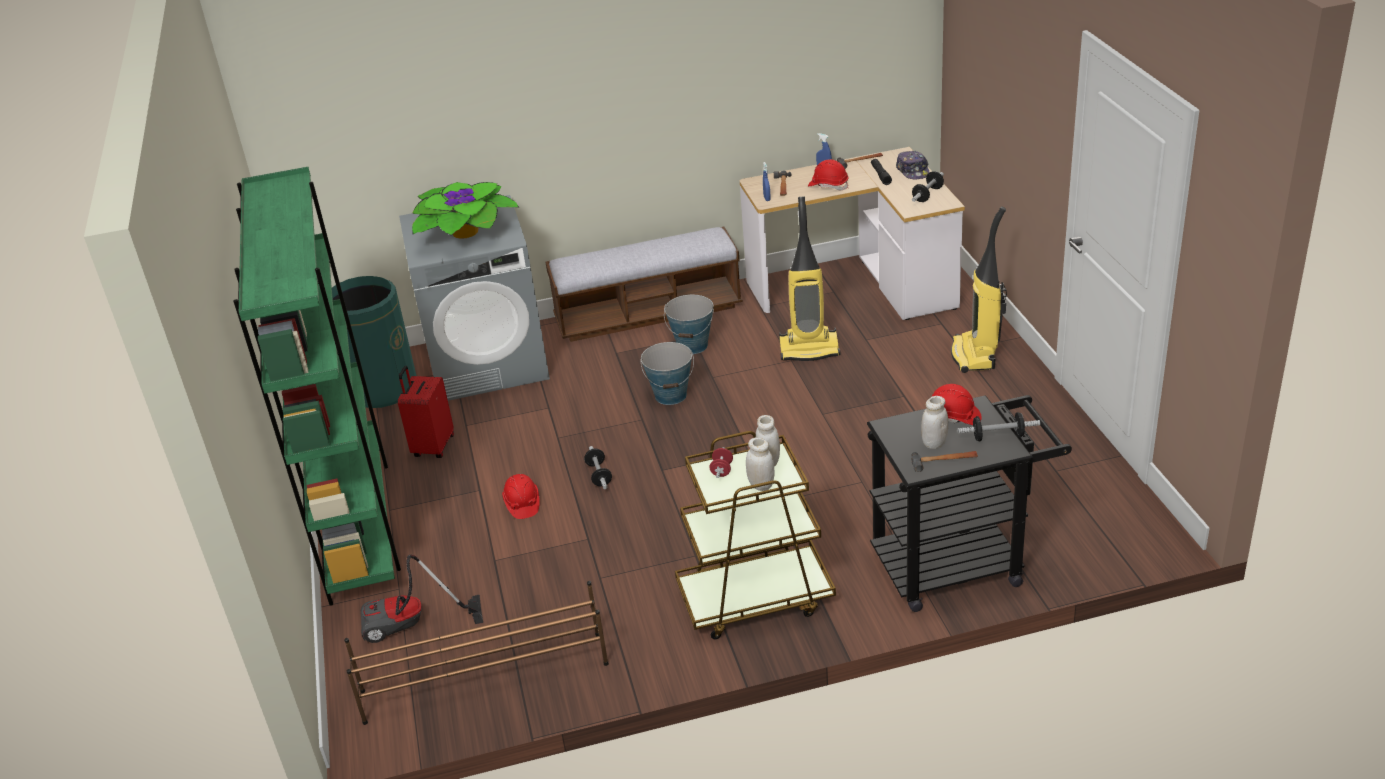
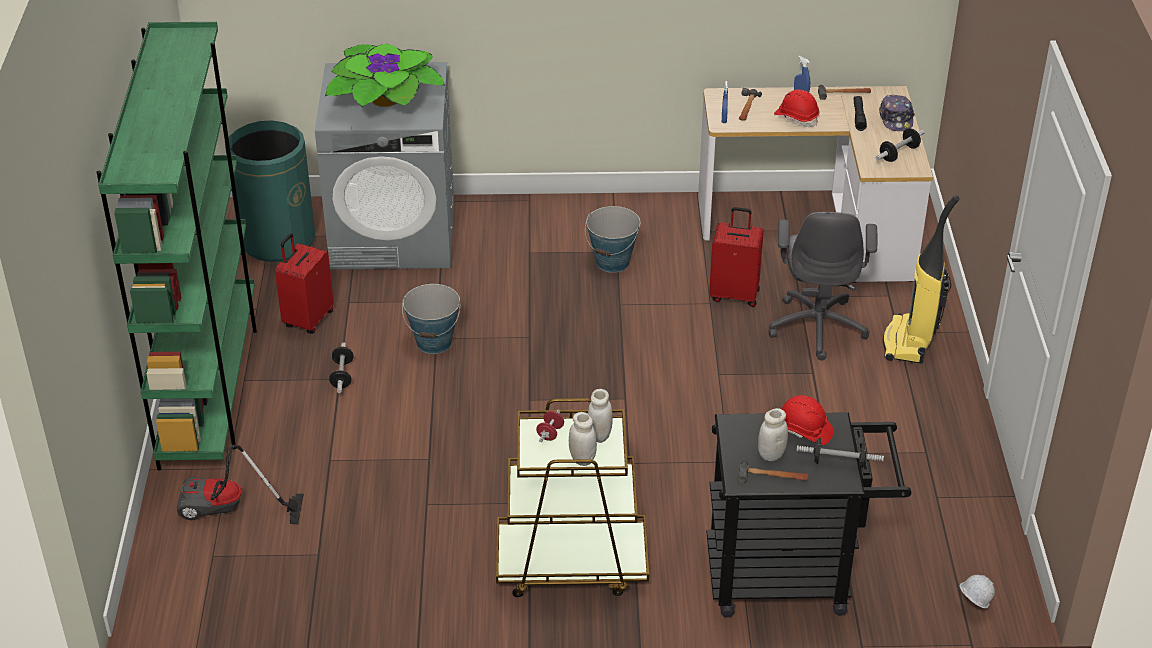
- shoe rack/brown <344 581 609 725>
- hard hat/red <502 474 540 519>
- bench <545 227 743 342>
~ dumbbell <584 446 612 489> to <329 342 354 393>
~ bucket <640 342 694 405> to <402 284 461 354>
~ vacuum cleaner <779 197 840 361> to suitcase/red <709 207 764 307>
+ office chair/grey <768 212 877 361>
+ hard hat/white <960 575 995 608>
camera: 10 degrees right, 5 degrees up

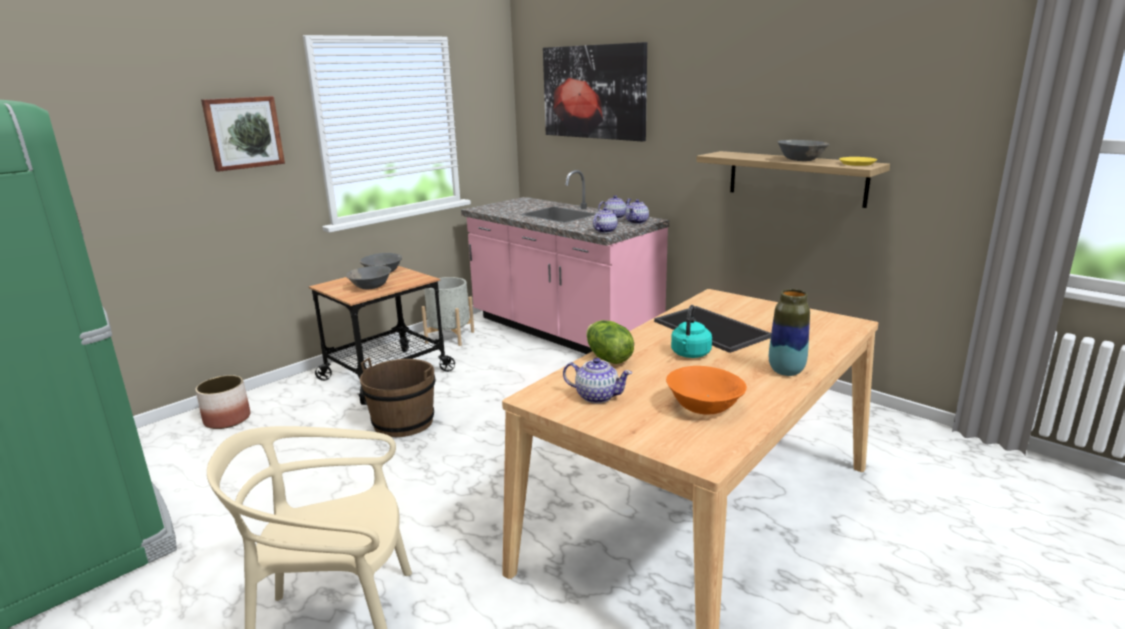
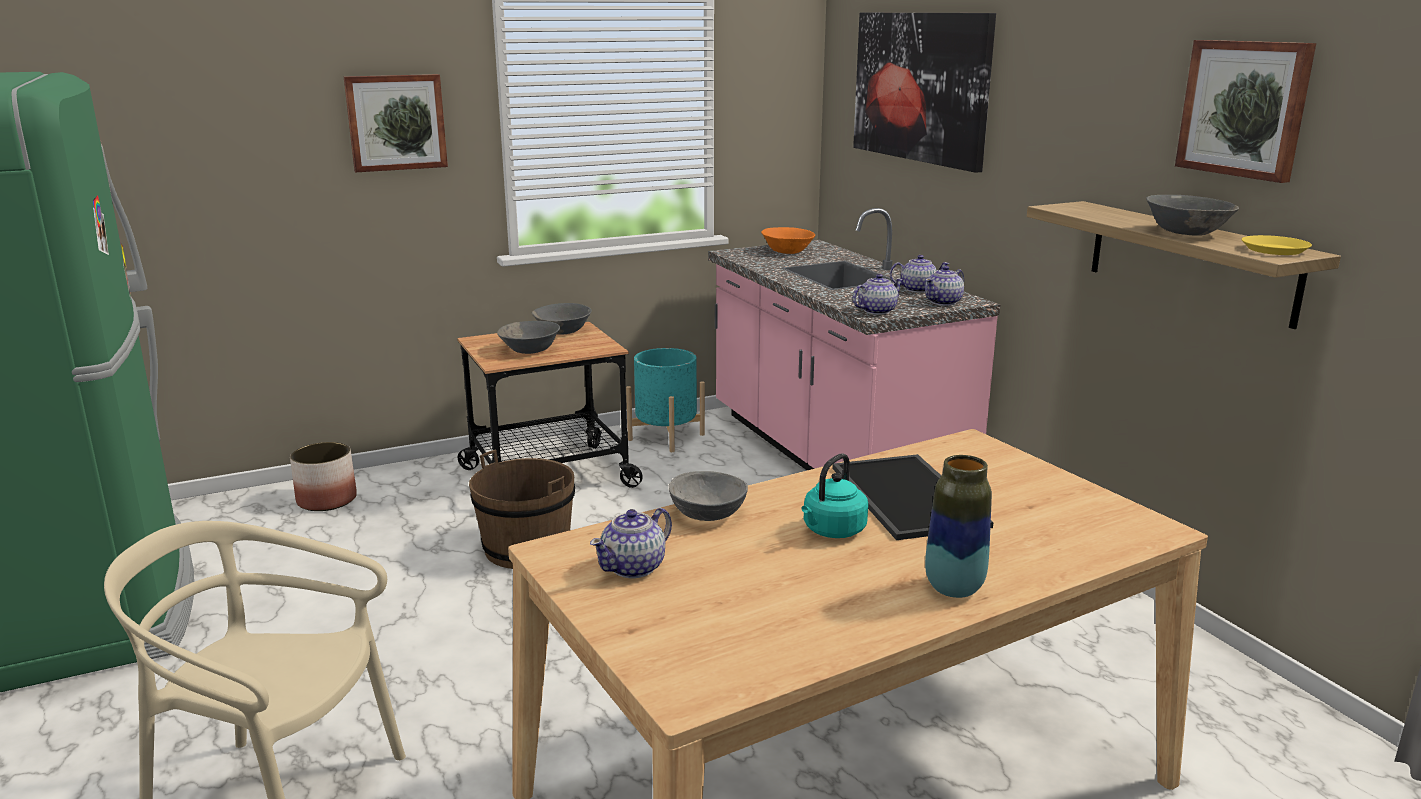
~ planter/grey <421 277 474 346> to planter/turquoise <626 348 705 452>
~ teapot <563 358 632 404> = <590 508 672 578> 90 degrees clockwise
~ lettuce <586 320 634 364> to bowl/grey <669 471 748 521>
~ bowl/orange <666 366 747 415> to <761 227 815 254>
+ picture <1175 40 1316 183>
camera: 20 degrees right, 0 degrees up

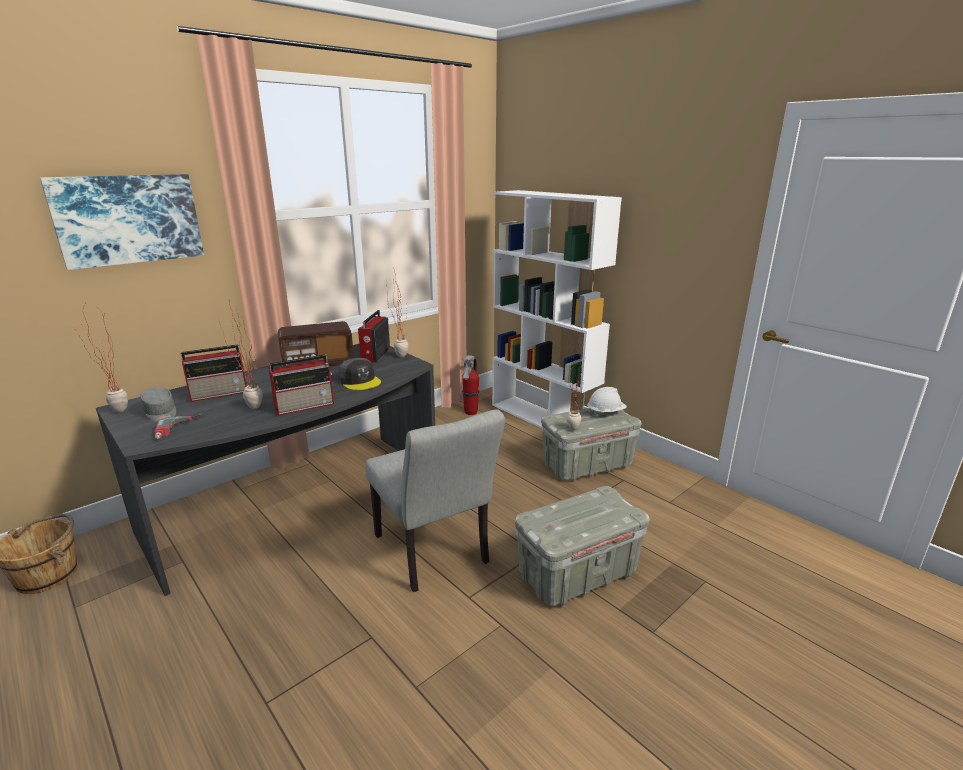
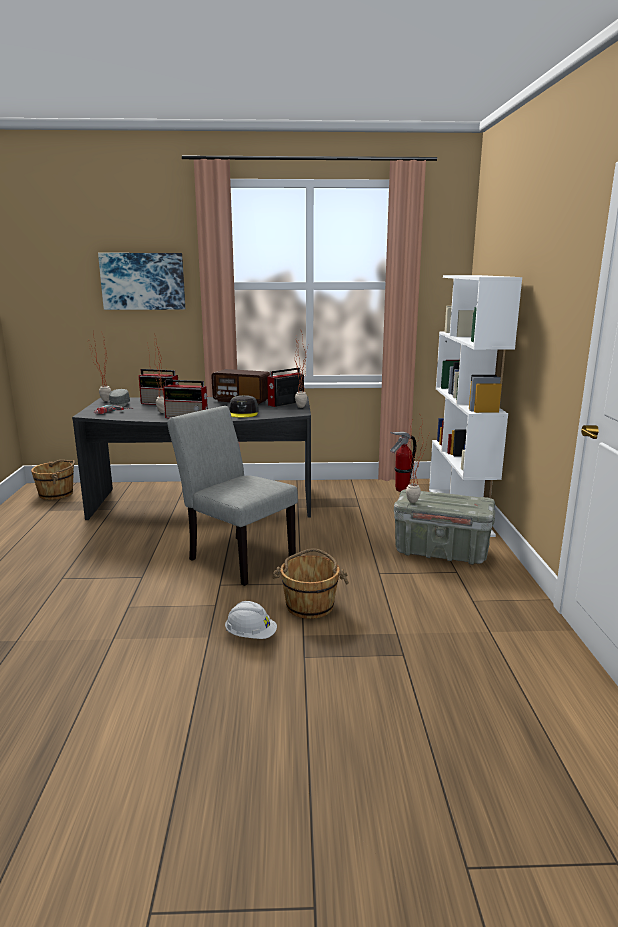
~ chair/grey <365 409 505 592> = <167 406 298 586> 120 degrees clockwise
~ storage box/grey <515 486 649 606> to bucket/brown <273 548 349 619>
~ hard hat/white <587 387 627 416> to <225 601 277 639>
camera: 40 degrees right, 5 degrees down

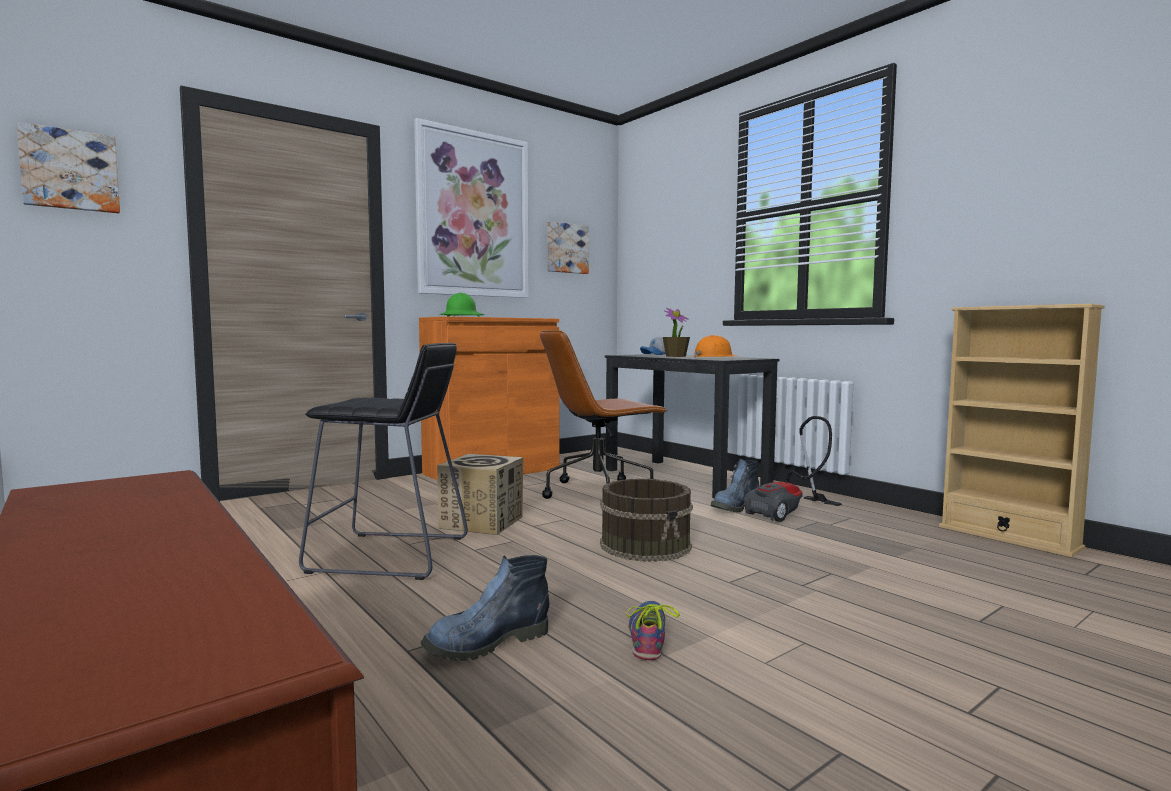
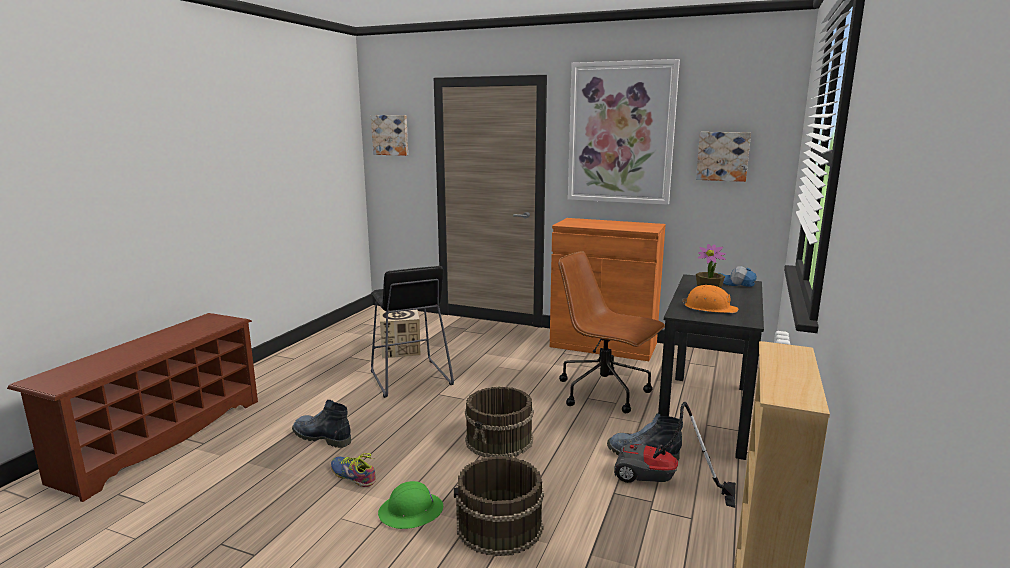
~ cardboard box <437 454 523 535> to <380 309 420 358>
~ hard hat/green <438 293 484 317> to <378 481 443 529>
~ shoe <626 601 680 660> = <331 453 376 487> 120 degrees counterclockwise
+ bucket/brown <454 456 544 556>
camera: 60 degrees right, 10 degrees up

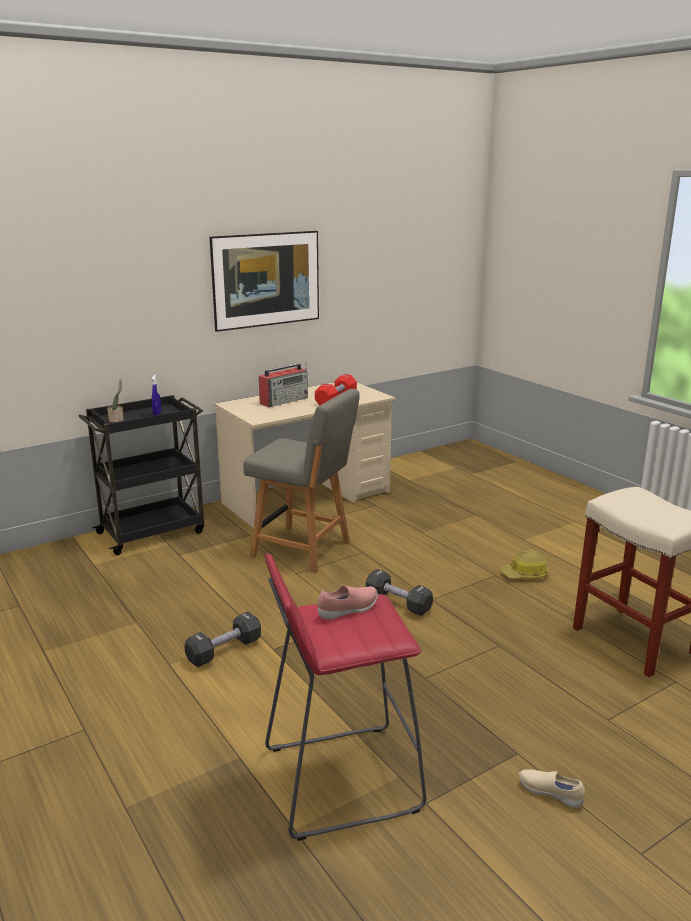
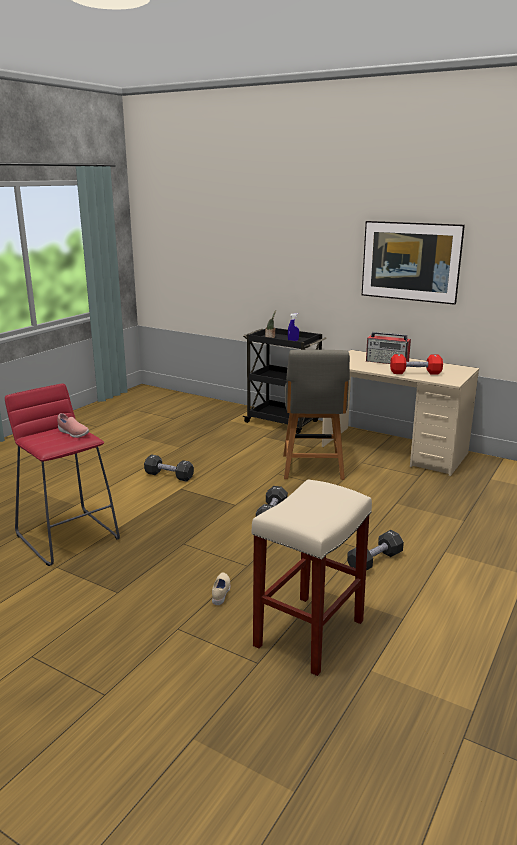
~ hard hat <500 549 548 579> to dumbbell/black <347 530 404 571>
~ shoe/beige <519 769 585 808> to <212 573 230 605>
camera: 65 degrees right, 0 degrees up

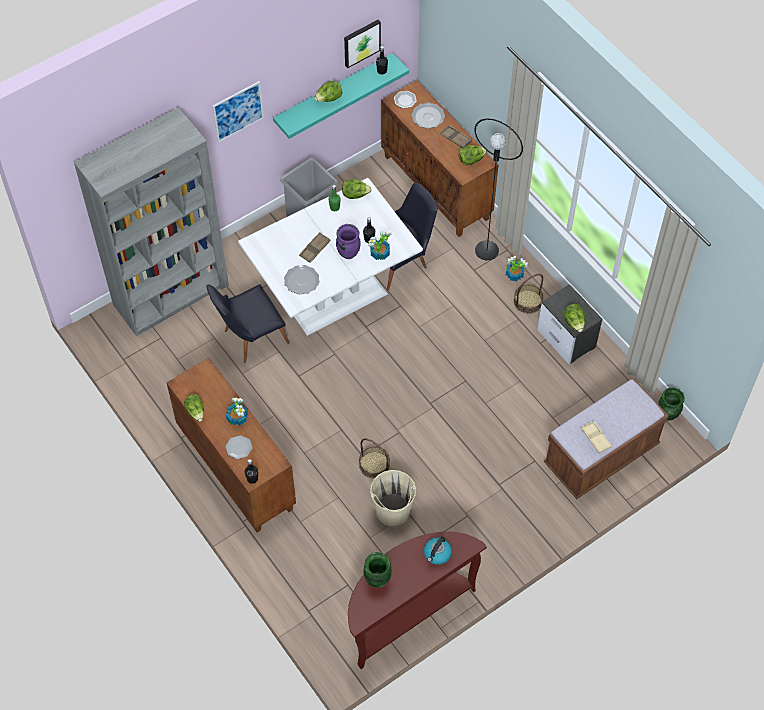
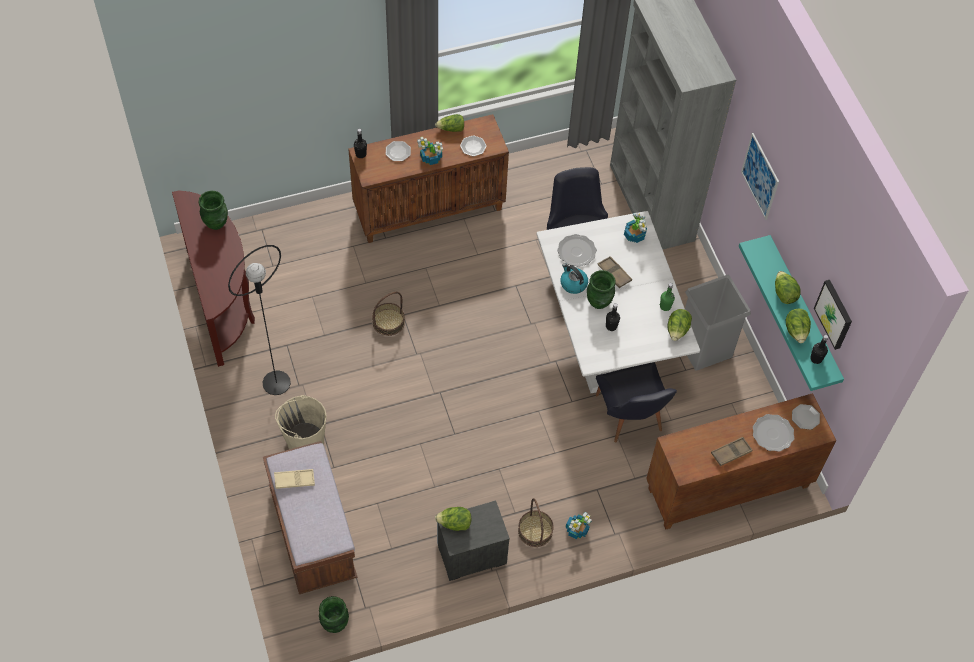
~ vase/purple <336 224 361 259> to vase/green <587 270 616 309>
~ potted plant <368 231 391 260> to <624 213 647 243>
~ bucket/beige <370 470 416 526> to <275 395 327 450>
~ kettle <424 537 452 565> to <560 263 588 294>
~ lettuce <459 145 487 165> to <786 309 811 343>
~ floor lamp/black <474 118 523 260> to <228 245 291 395>
+ plate <460 135 487 156>
camera: 105 degrees right, 0 degrees up

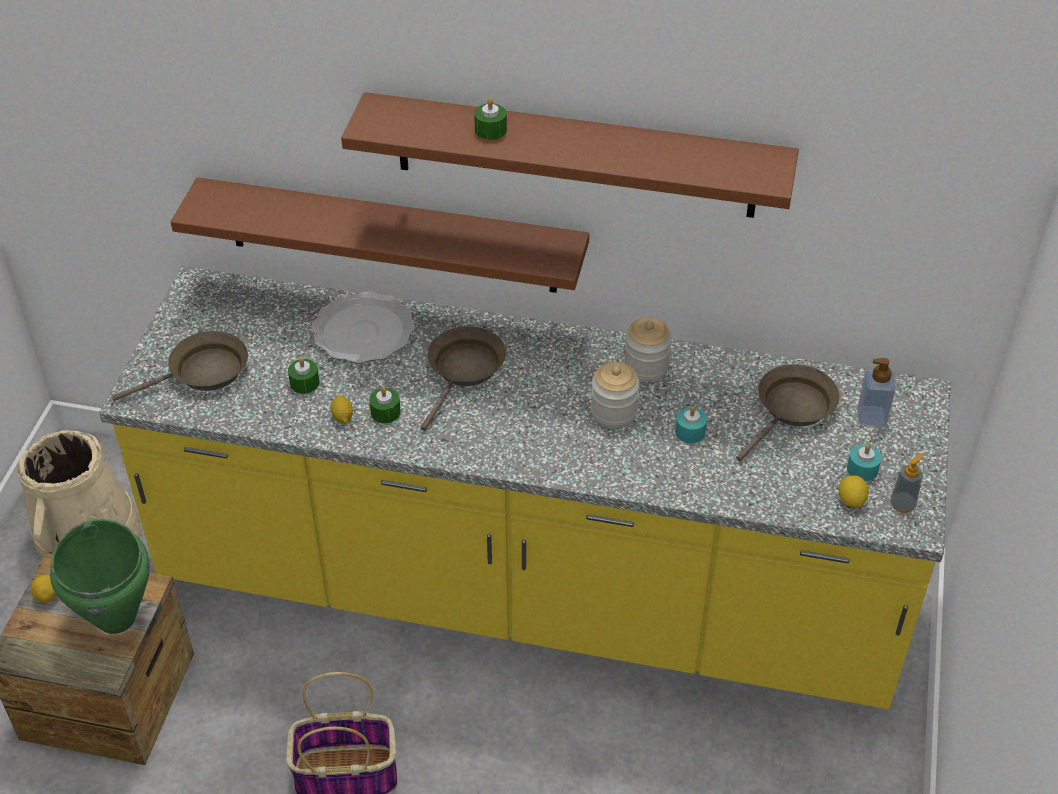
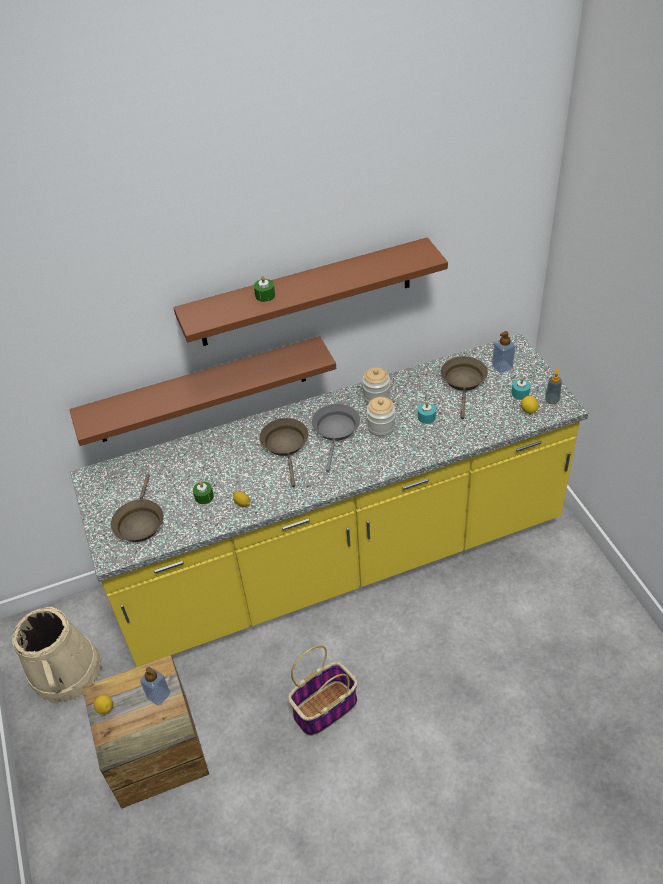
~ cooking pot/green <50 519 150 634> to soap dispenser <140 667 170 706>
~ frying pan/brown <112 331 248 401> = <111 474 164 542> 150 degrees clockwise
- plate <312 292 415 363>
- candle/green <369 387 401 423>
+ frying pan/grey <312 404 360 472>
camera: 30 degrees left, 0 degrees up

